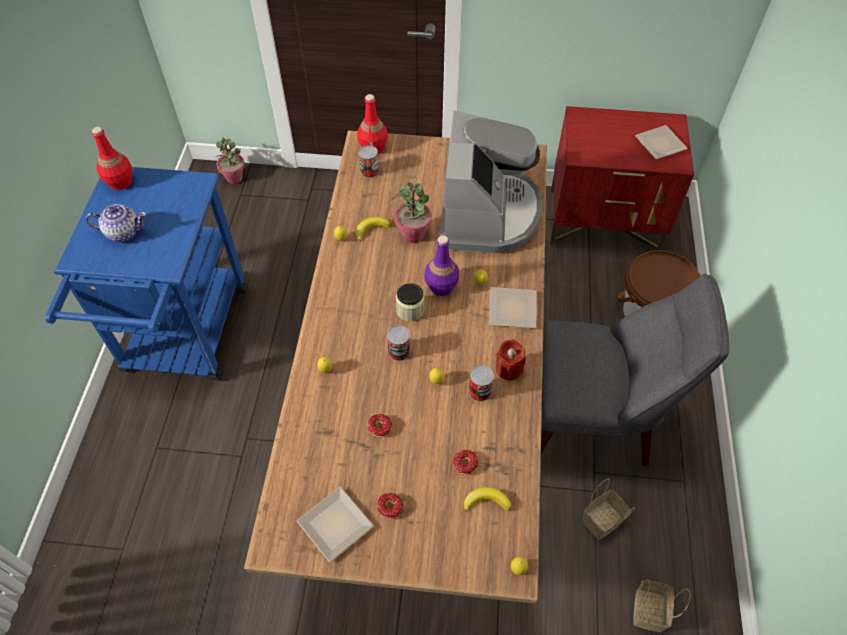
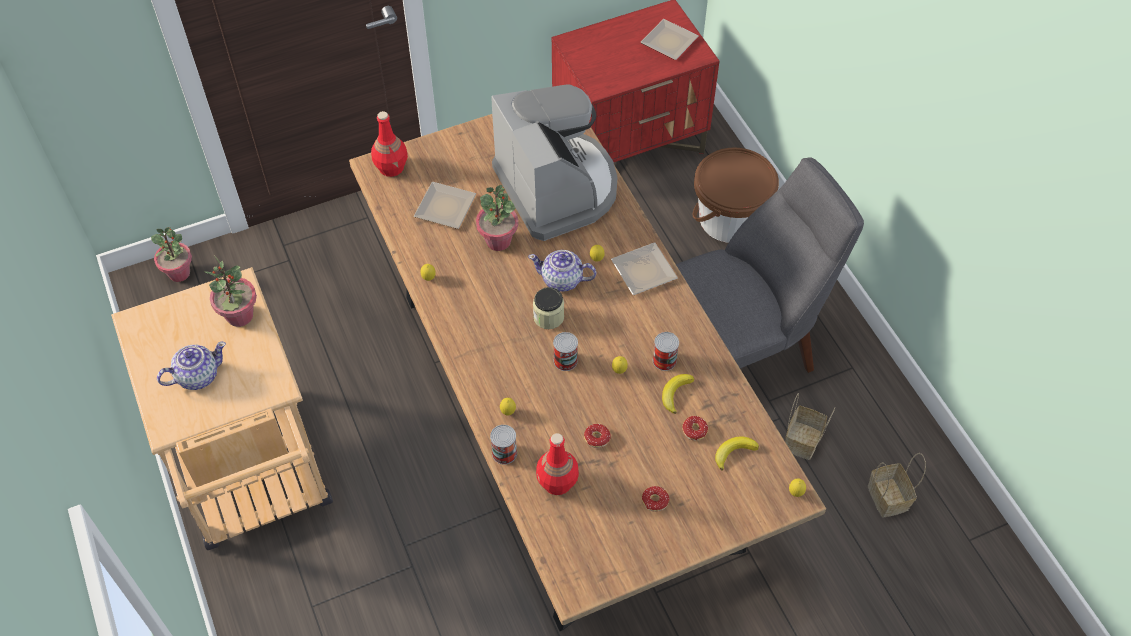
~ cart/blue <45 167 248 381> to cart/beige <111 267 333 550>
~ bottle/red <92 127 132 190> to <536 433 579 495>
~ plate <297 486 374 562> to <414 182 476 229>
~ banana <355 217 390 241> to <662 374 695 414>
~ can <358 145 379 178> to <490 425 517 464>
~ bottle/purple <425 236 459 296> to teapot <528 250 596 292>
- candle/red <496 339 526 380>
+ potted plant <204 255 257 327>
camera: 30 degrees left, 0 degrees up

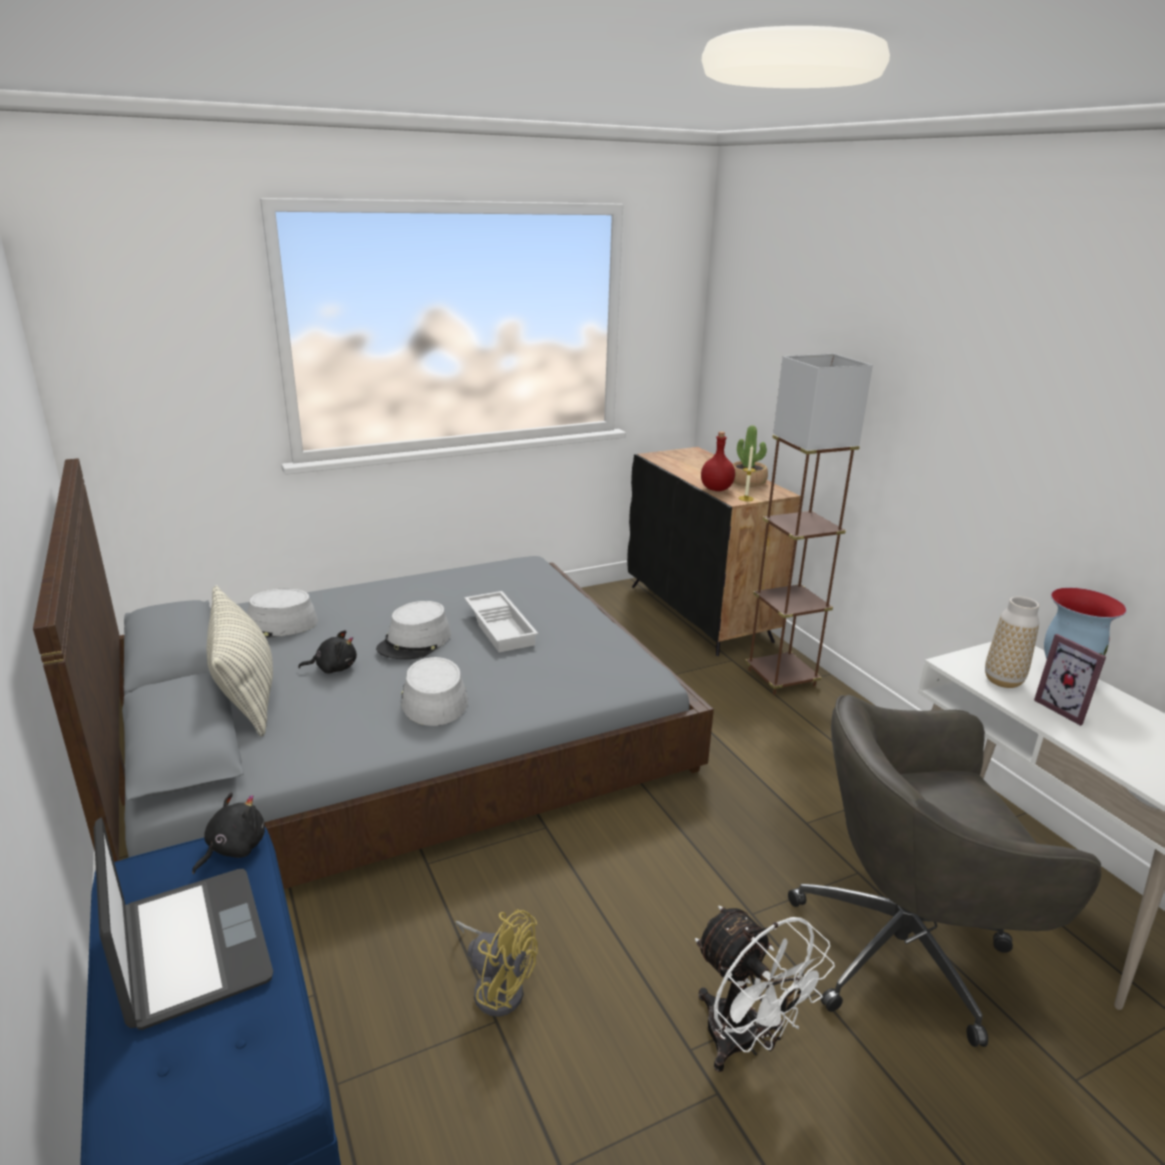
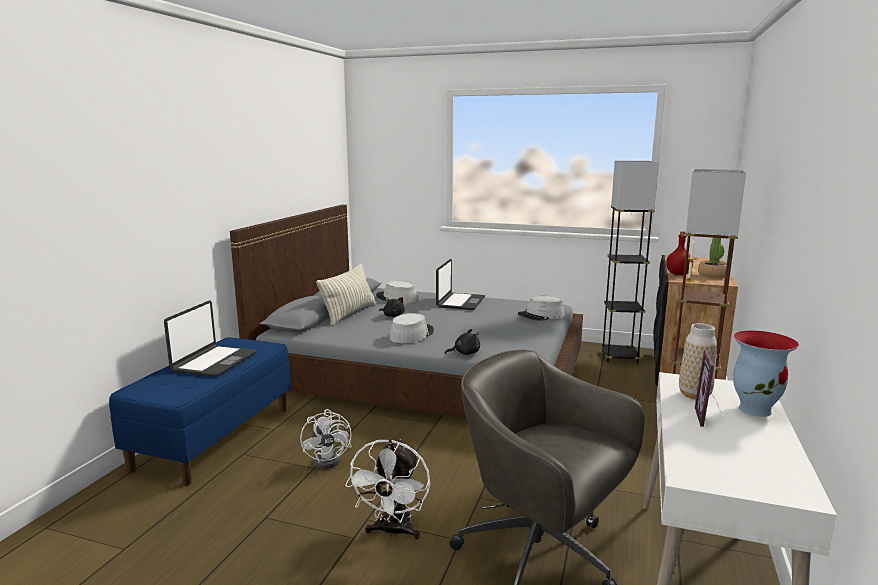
~ plush toy/black <192 792 265 874> to <445 329 480 355>
~ hat/grey <376 601 451 659> to <518 296 565 321>
~ fan/yellow <455 909 538 1017> to fan/white <300 409 352 469>
- tray/white <464 591 538 652>
+ laptop <436 259 485 310>
+ floor lamp/grey <601 161 659 364>
camera: 45 degrees right, 10 degrees down

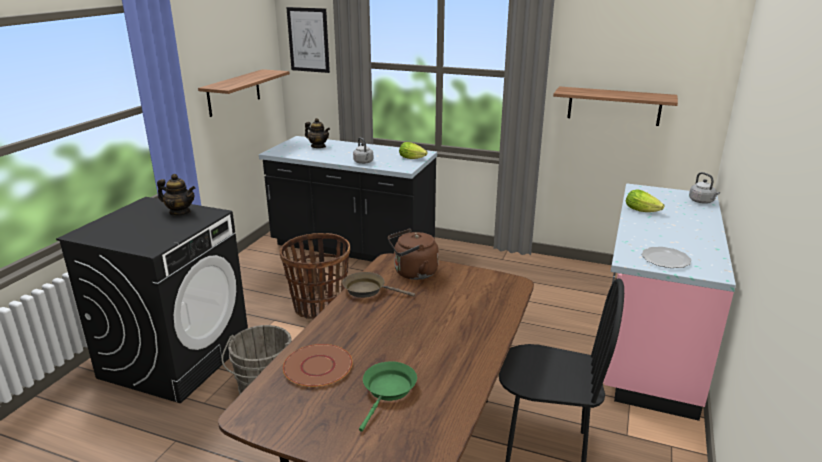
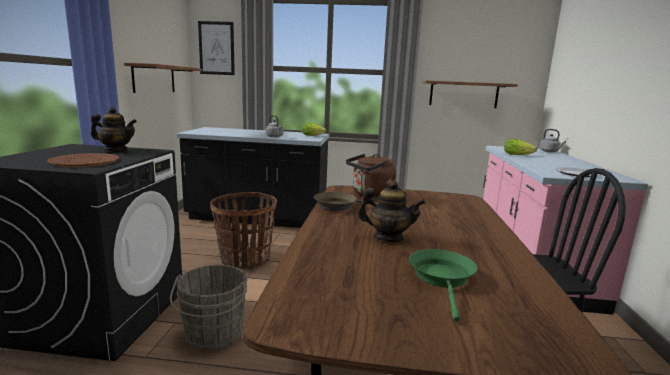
~ plate/brown <283 344 353 387> to <48 153 119 167>
~ teapot <305 118 330 148> to <358 180 425 242>
camera: 15 degrees left, 10 degrees down

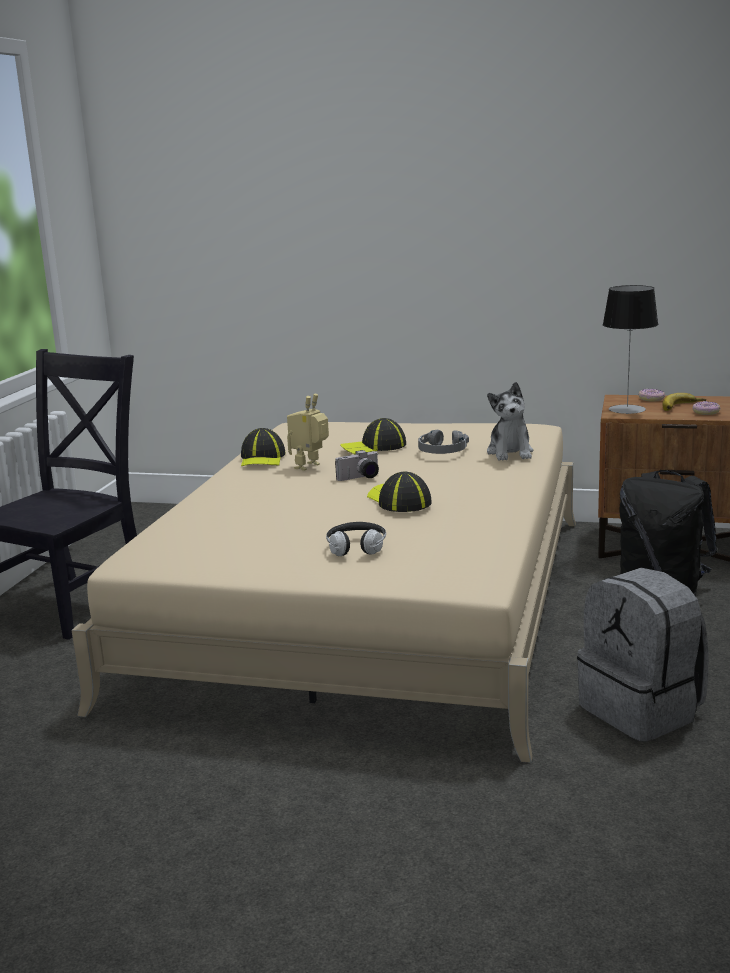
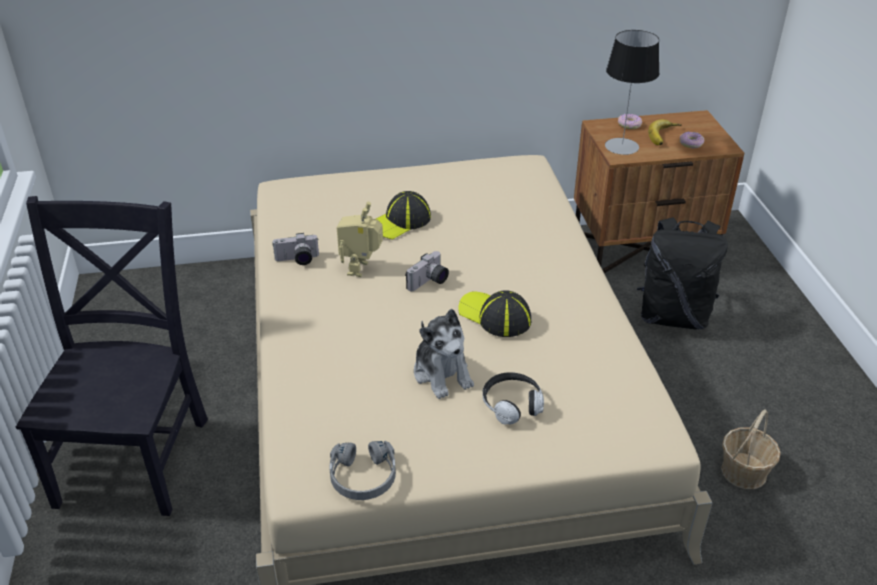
~ cap <241 428 286 466> to photo camera <272 233 319 265>
~ headphones/grey <418 430 469 454> to <330 441 396 500>
~ plush toy <487 382 533 461> to <414 309 474 399>
~ backpack/grey <577 568 709 742> to basket <721 409 781 489>
camera: 25 degrees left, 20 degrees up

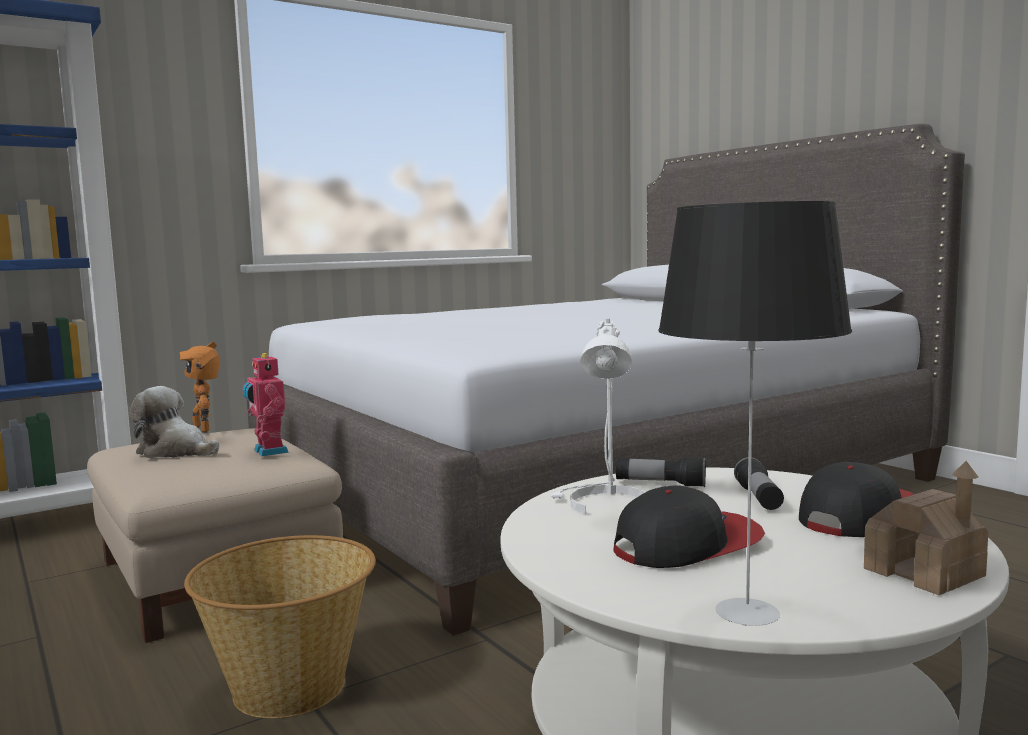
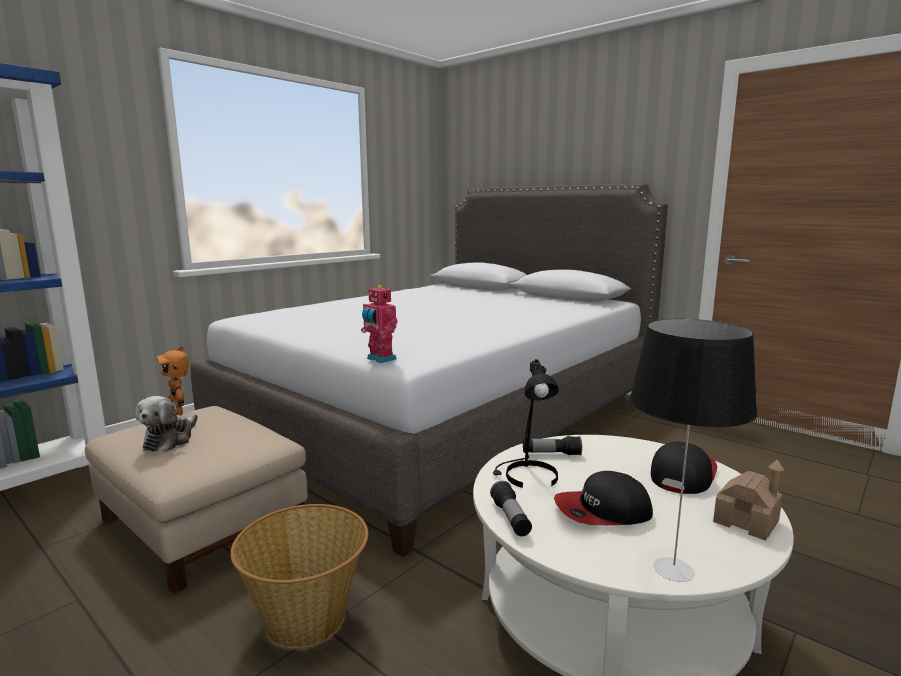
~ plush toy <130 386 219 458> = <135 396 198 452> 90 degrees counterclockwise
~ toy robot <242 353 289 457> to <361 285 398 363>
~ table lamp/white <551 318 645 514> to table lamp/black <493 359 559 488>
~ cap <614 485 765 568> = <554 471 653 525> 150 degrees counterclockwise
~ flashlight <734 457 784 510> to <490 481 532 536>
camera: 15 degrees left, 5 degrees up

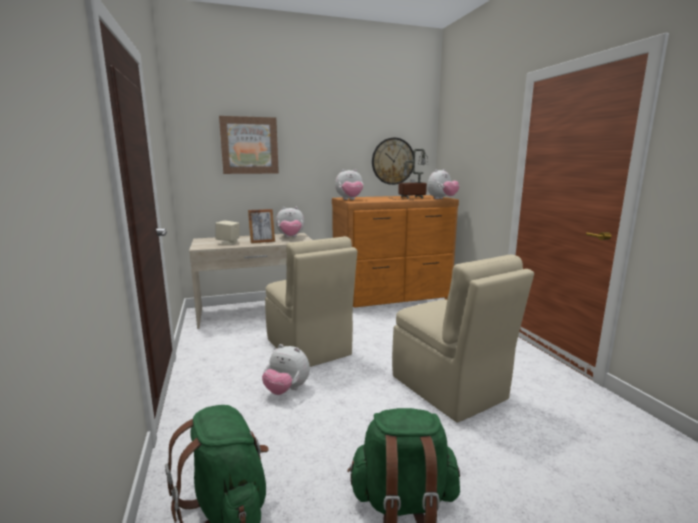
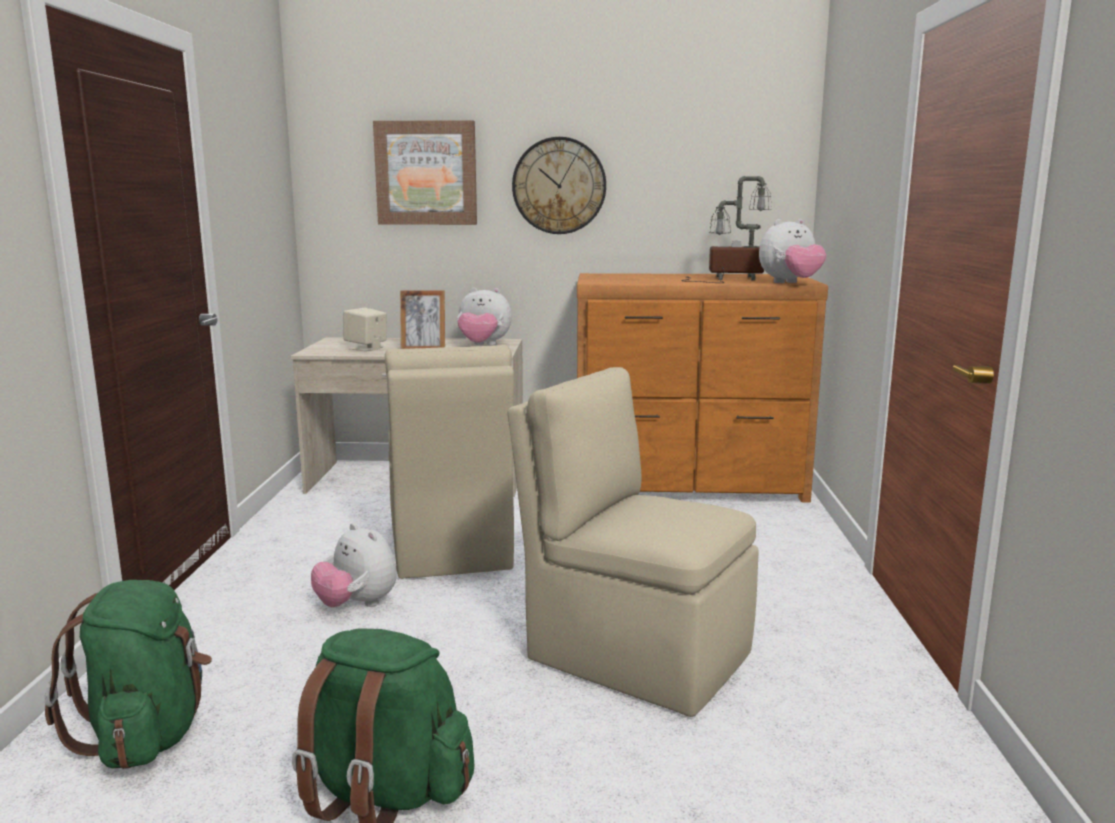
- plush toy <335 169 363 200>
~ wall clock <372 138 413 185> to <512 137 606 234>
~ chair/beige <392 254 534 423> = <507 367 759 717> 135 degrees clockwise
camera: 20 degrees right, 0 degrees up

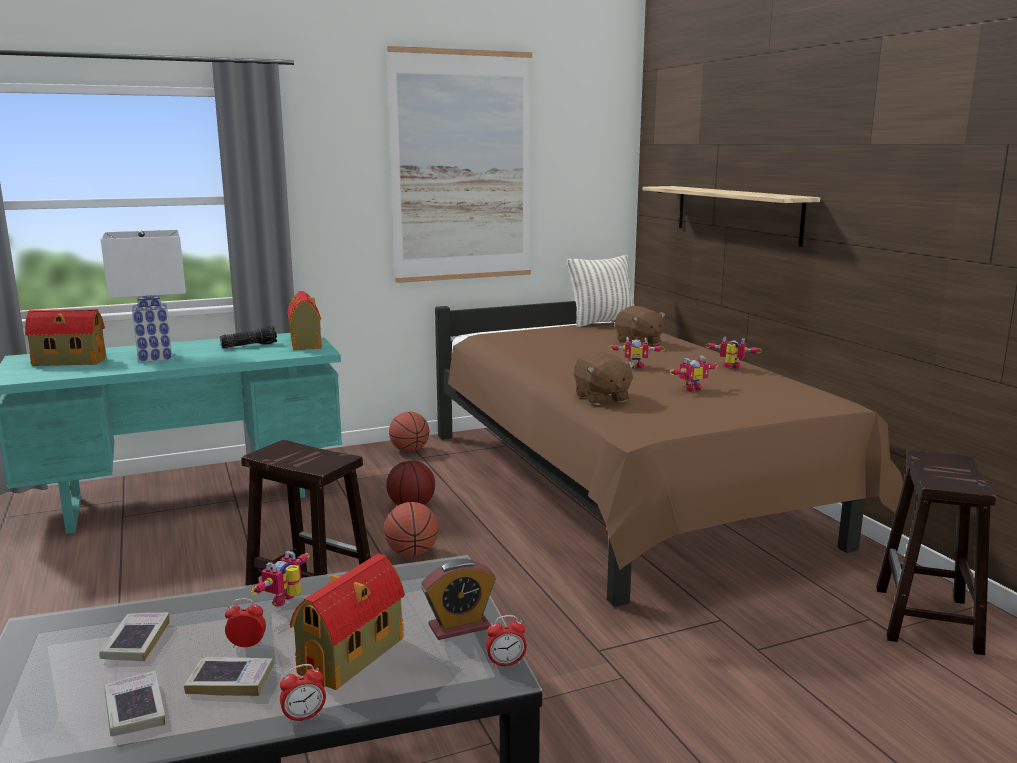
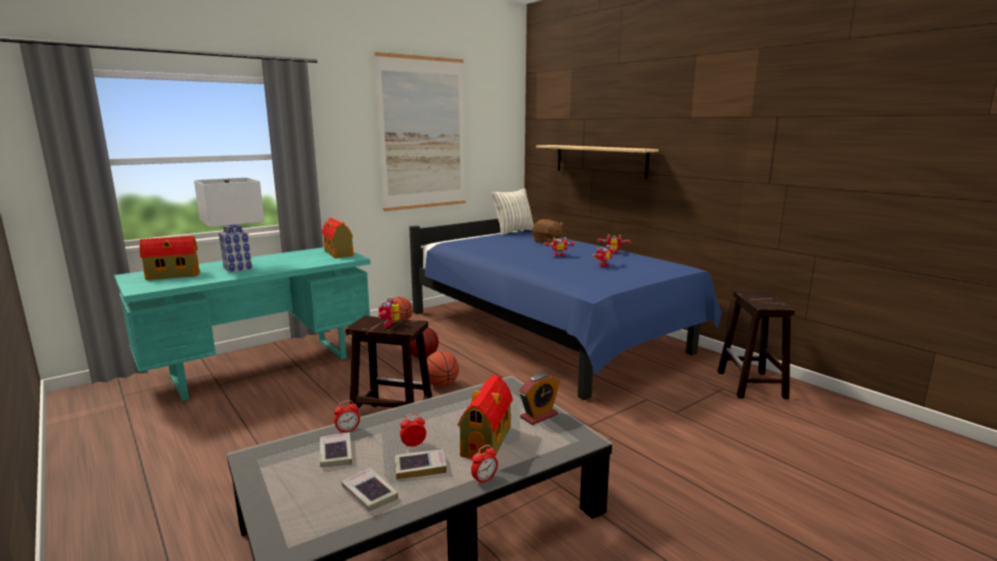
- flashlight <220 325 277 348>
~ toy robot <251 551 309 607> to <378 297 400 327>
~ bed/brown <435 301 903 607> to bed/blue <409 219 722 400>
~ alarm clock <486 615 527 667> to <334 400 360 434>
- plush toy/brown <574 351 635 405>
camera: 15 degrees left, 0 degrees up

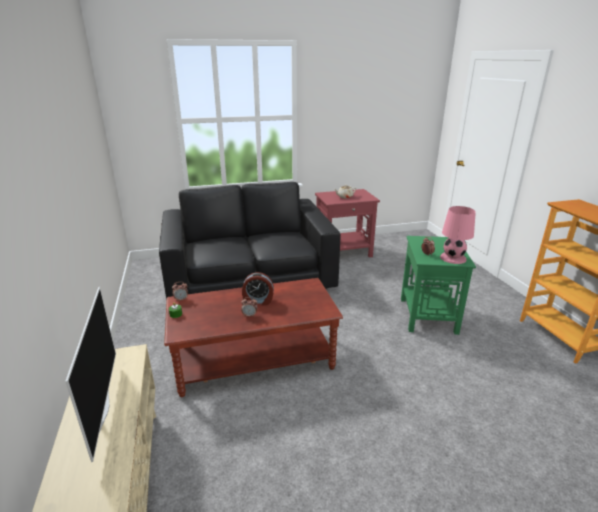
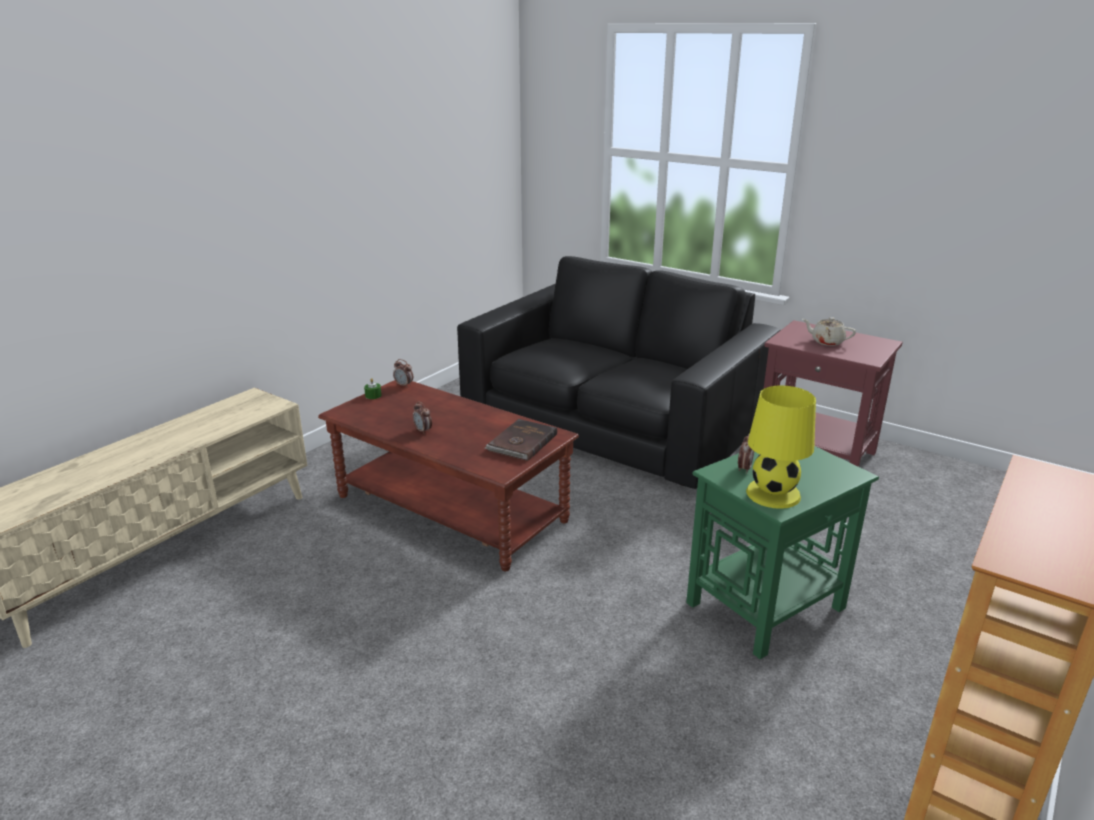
- television <65 287 116 462>
- alarm clock <242 272 274 306>
~ table lamp/pink <440 206 476 264> to table lamp/yellow <746 385 816 509>
+ book/brown <485 419 557 461>
camera: 50 degrees right, 0 degrees up

